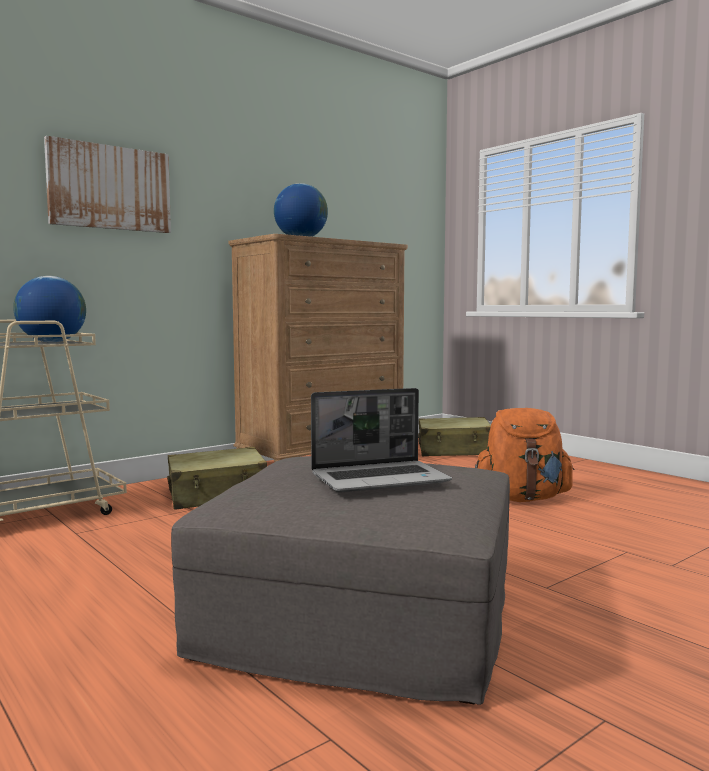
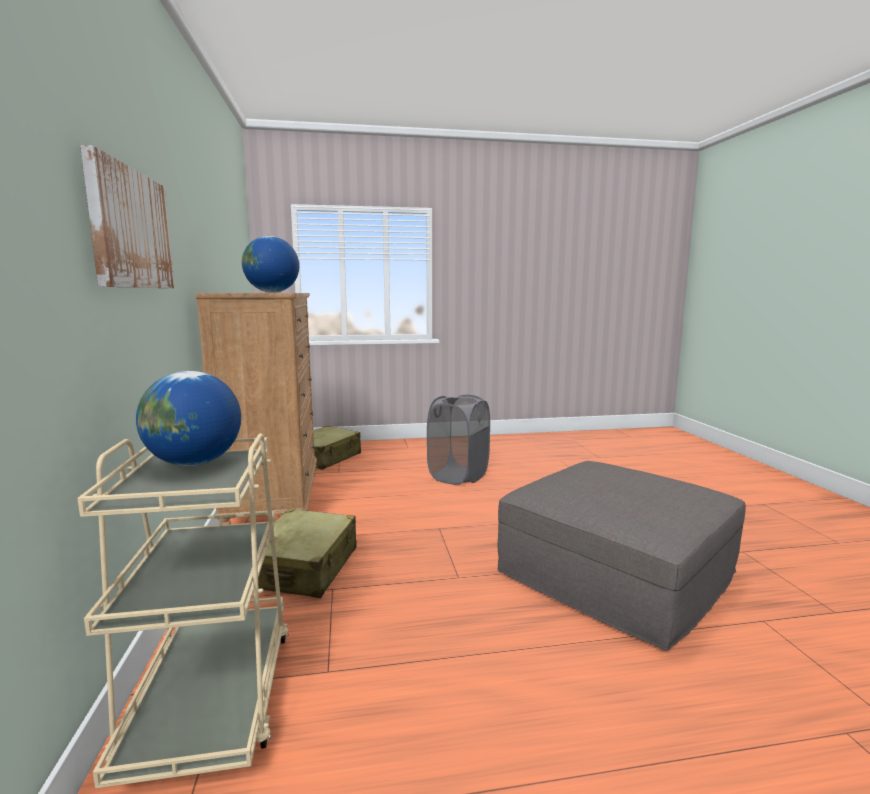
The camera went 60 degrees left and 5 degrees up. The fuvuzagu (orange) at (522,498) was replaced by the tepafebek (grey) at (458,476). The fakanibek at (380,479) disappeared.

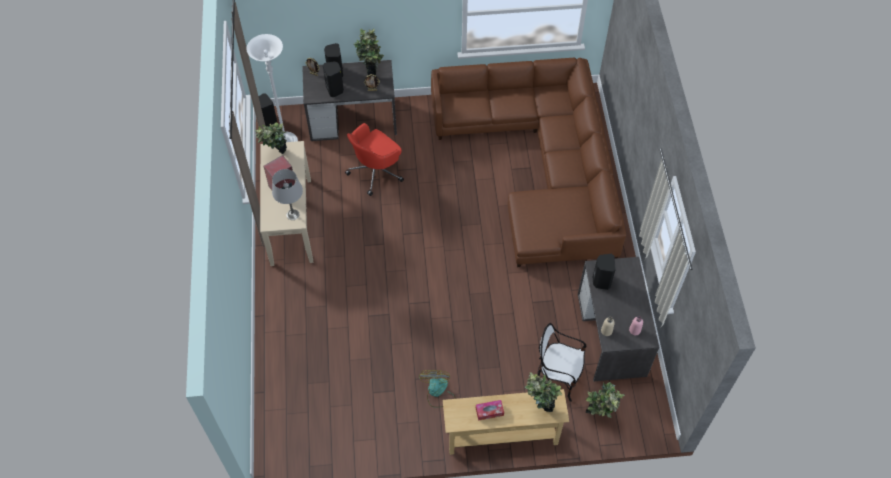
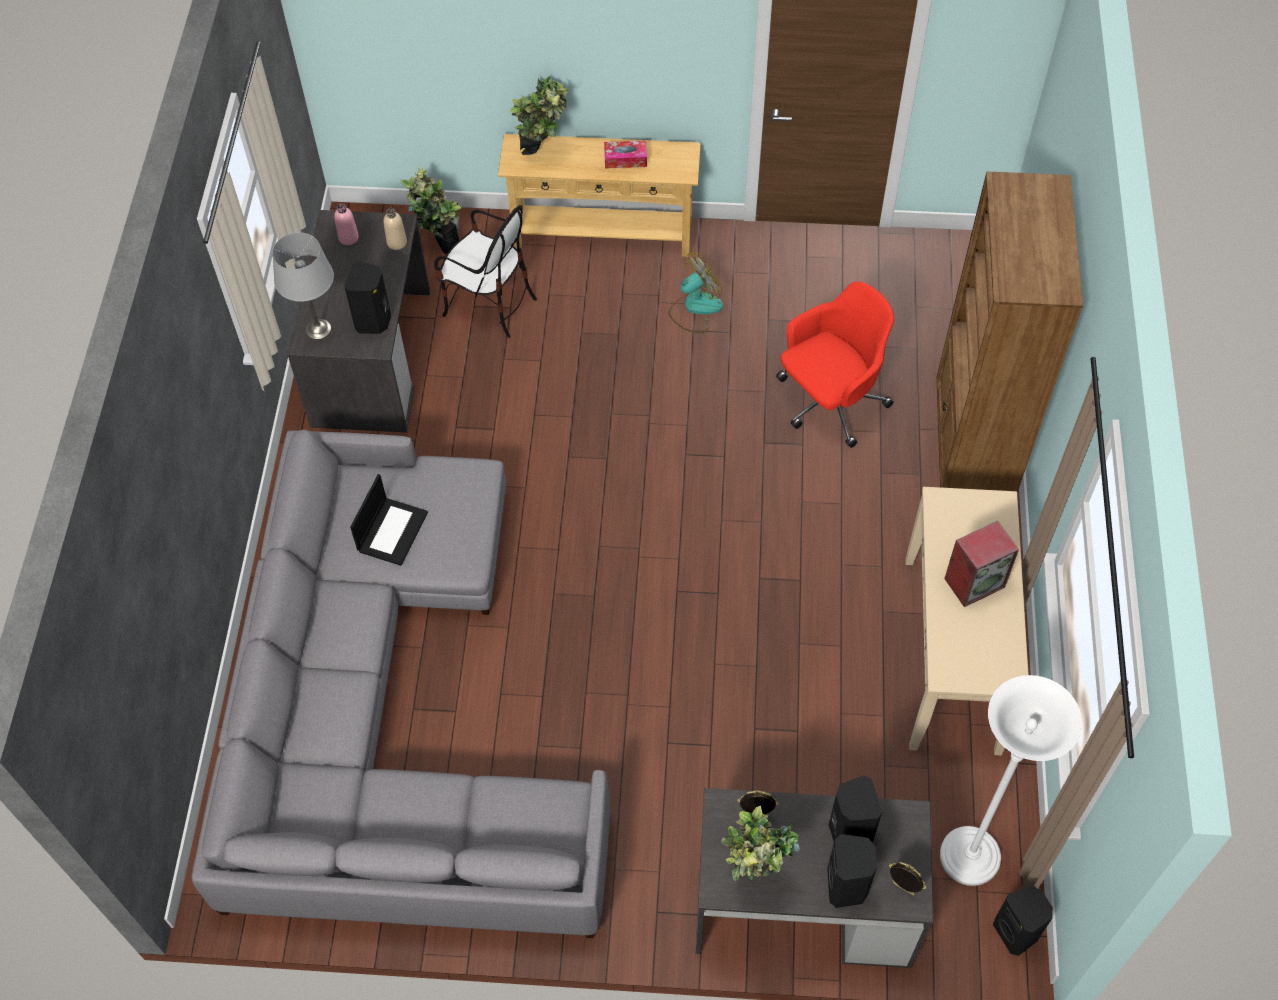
The camera went 170 degrees left and 0 degrees up. The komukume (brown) at (540,163) became the komukume (grey) at (387,715). The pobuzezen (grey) moved from (293,215) to (318,329). The fakanibek at (392,531) appeared. The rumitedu at (437,392) turned 135 degrees counterclockwise. The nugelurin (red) moved from (376,171) to (829,402). The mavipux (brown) at (971,448) appeared. The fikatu at (277,156) disappeared.

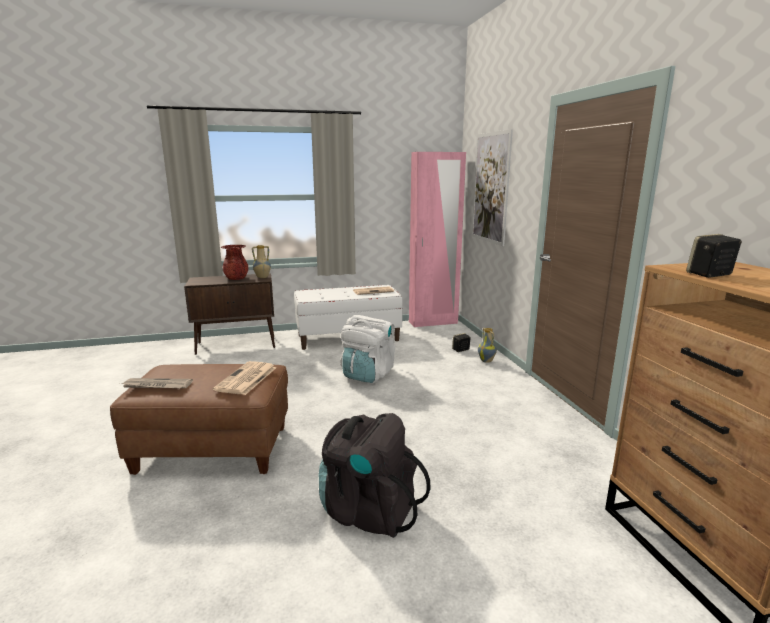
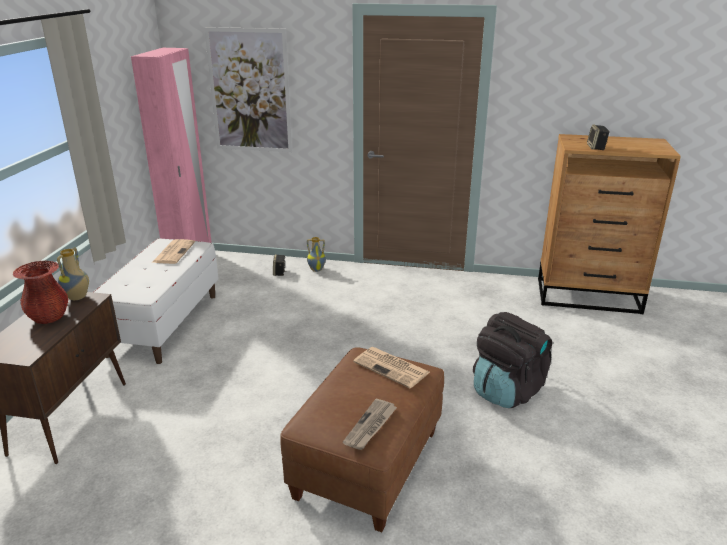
The camera went 65 degrees left and 10 degrees up. The fuvuzagu (white) at (367,374) disappeared.

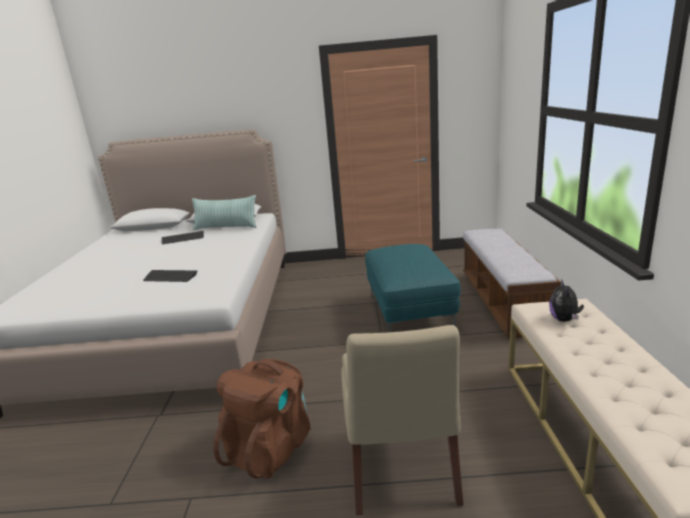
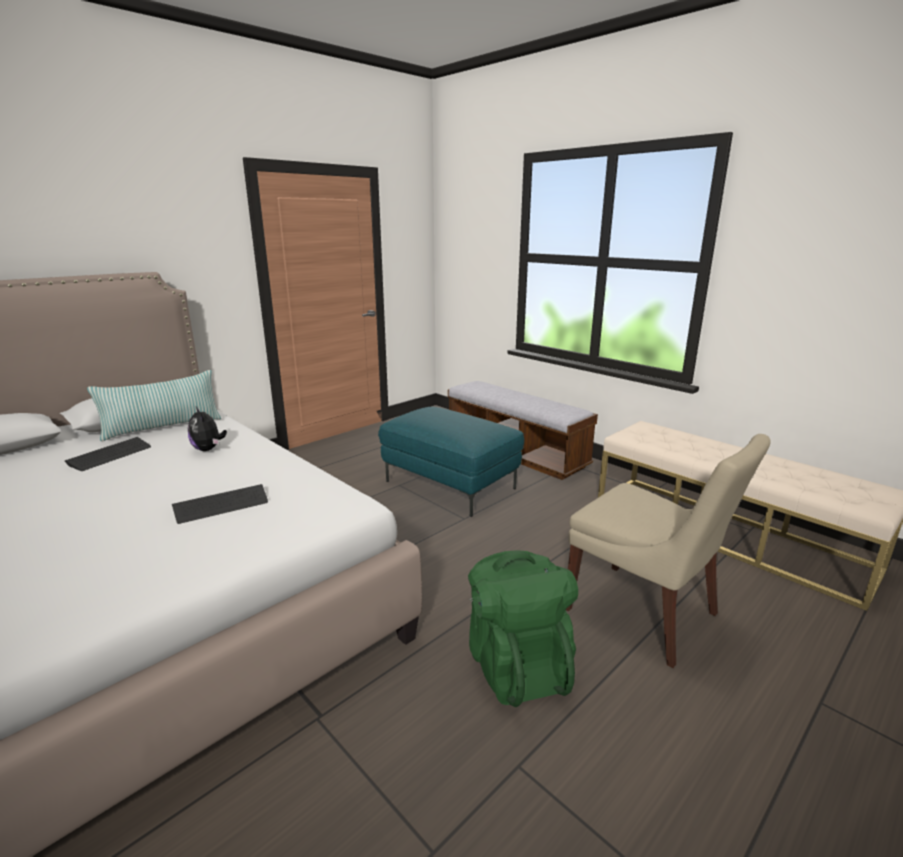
The camera went 45 degrees left and 0 degrees up. The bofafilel moved from (564,319) to (208,449). The fuvuzagu (brown) at (270,447) became the fuvuzagu (green) at (516,664).

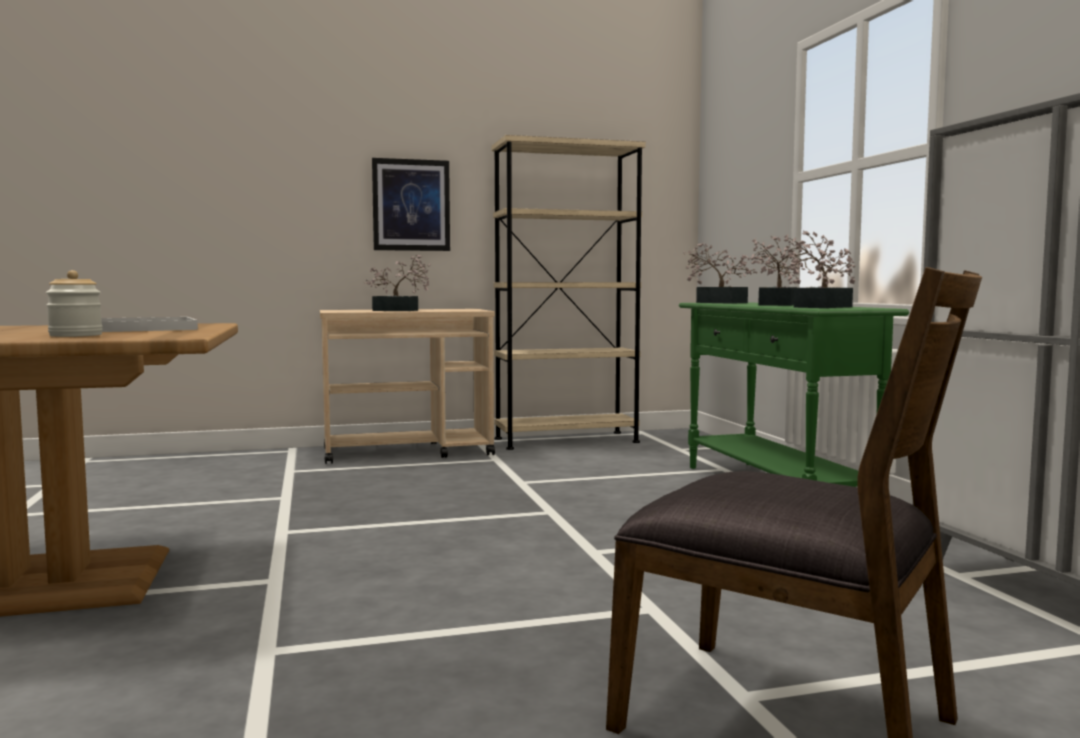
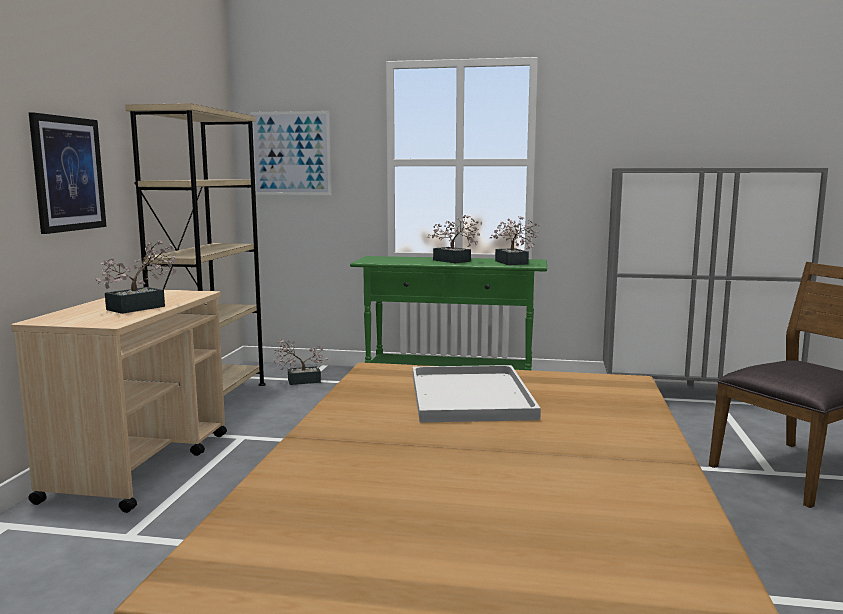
The camera went 65 degrees left and 5 degrees up. The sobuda at (291,153) appeared. The fikatu moved from (717,302) to (299,381). The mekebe at (76,335) disappeared.

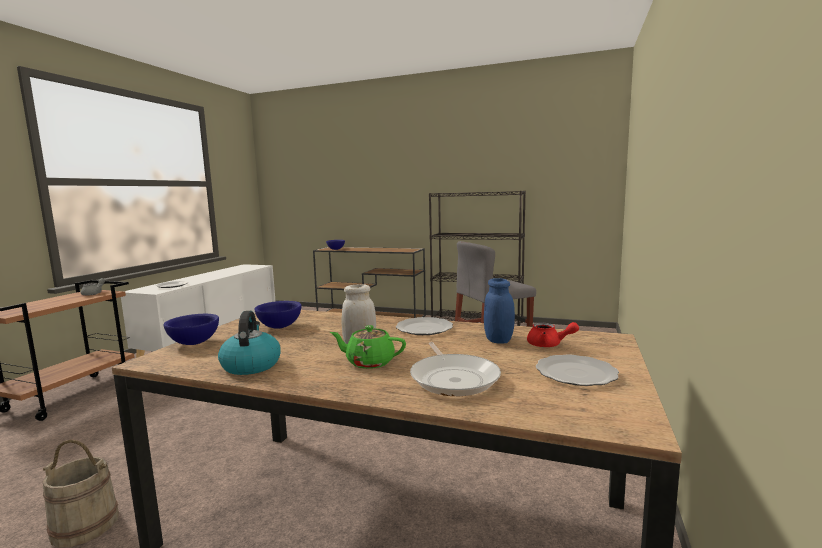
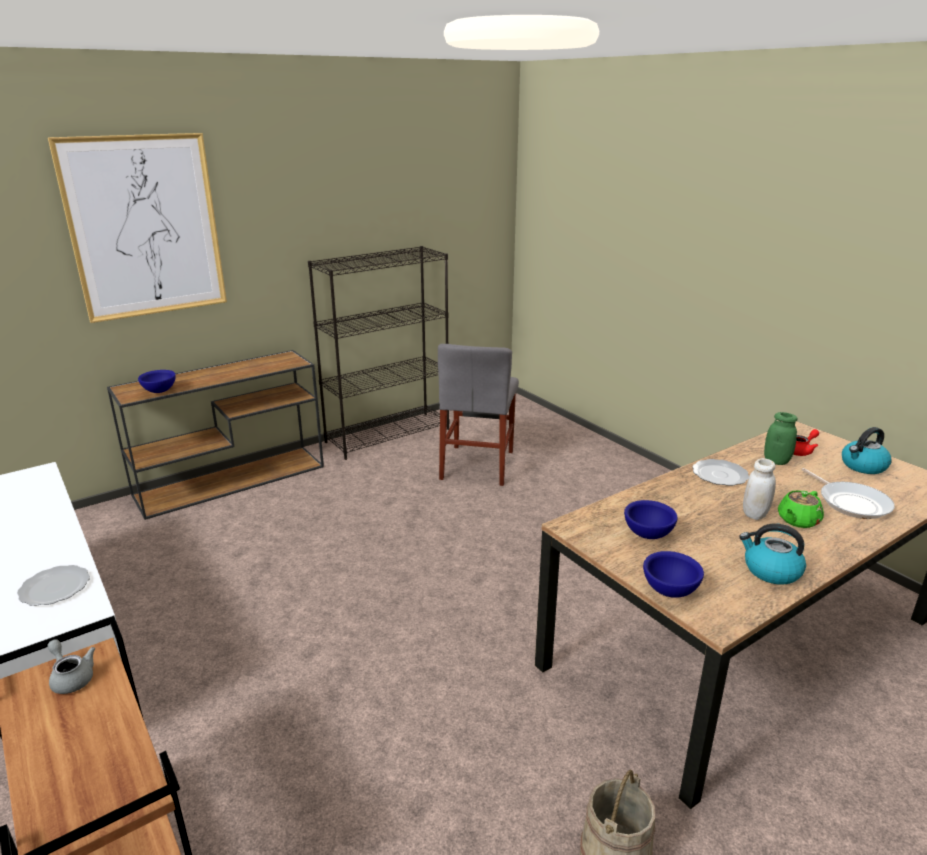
The camera went 55 degrees left and 15 degrees up. The sobuda at (145,227) appeared. The mekebe (blue) at (498,340) became the mekebe (green) at (776,461). The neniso at (453,378) turned 45 degrees clockwise. The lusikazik at (576,374) was replaced by the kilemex at (863,466).

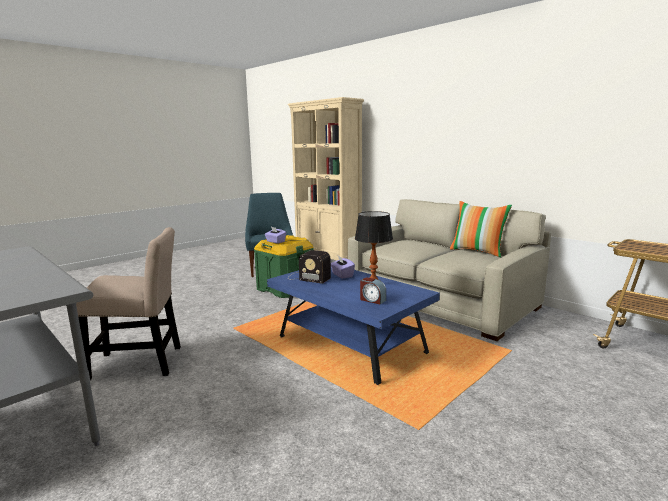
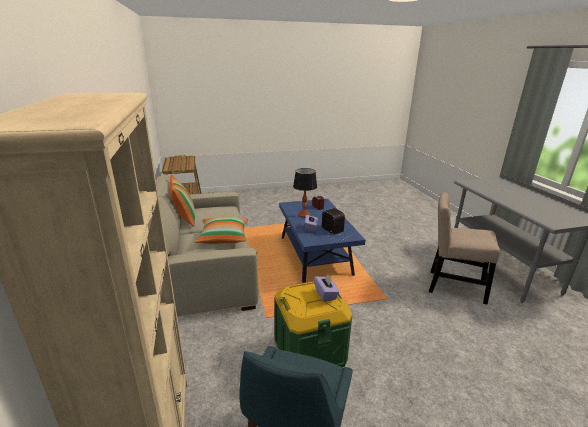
The camera went 150 degrees left and 10 degrees up. The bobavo at (223,237) appeared.

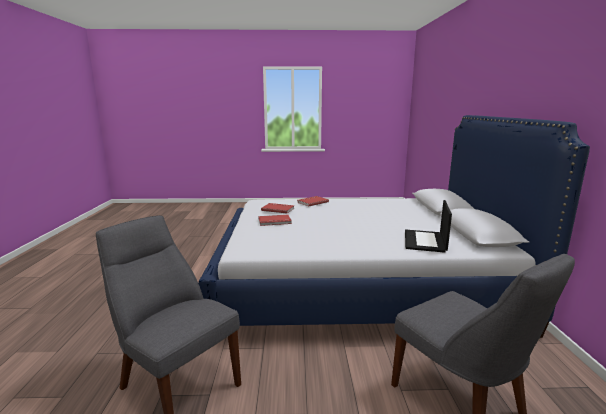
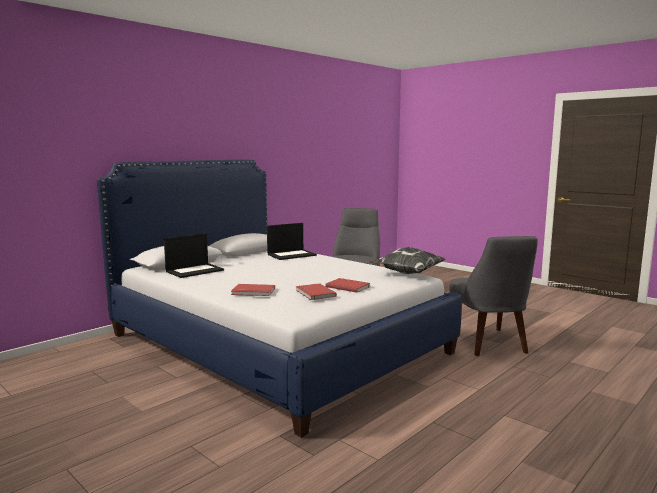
The camera went 135 degrees left and 5 degrees down. The fakanibek at (195,270) appeared. The bobavo at (406,274) appeared.

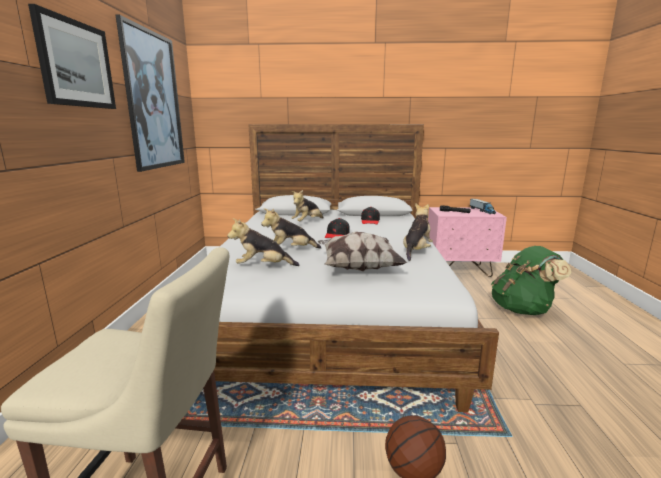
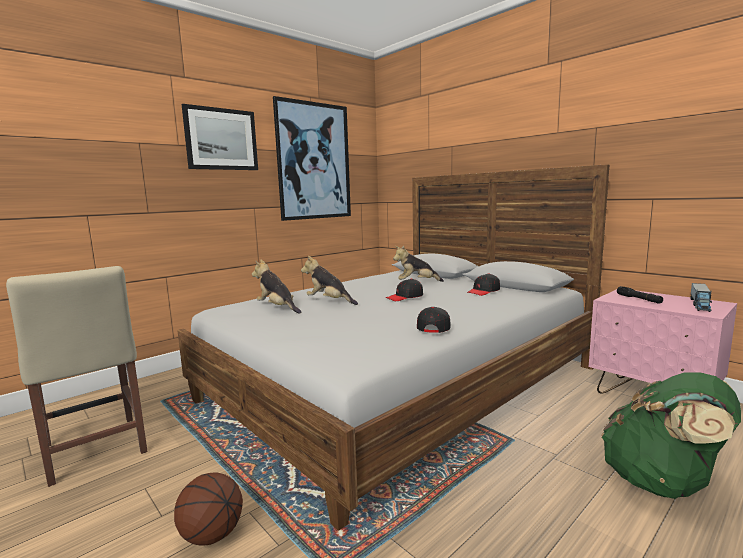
The camera went 45 degrees right and 5 degrees down. The bofafilel at (416,251) was replaced by the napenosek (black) at (434,327). The bobavo at (358,268) disappeared.

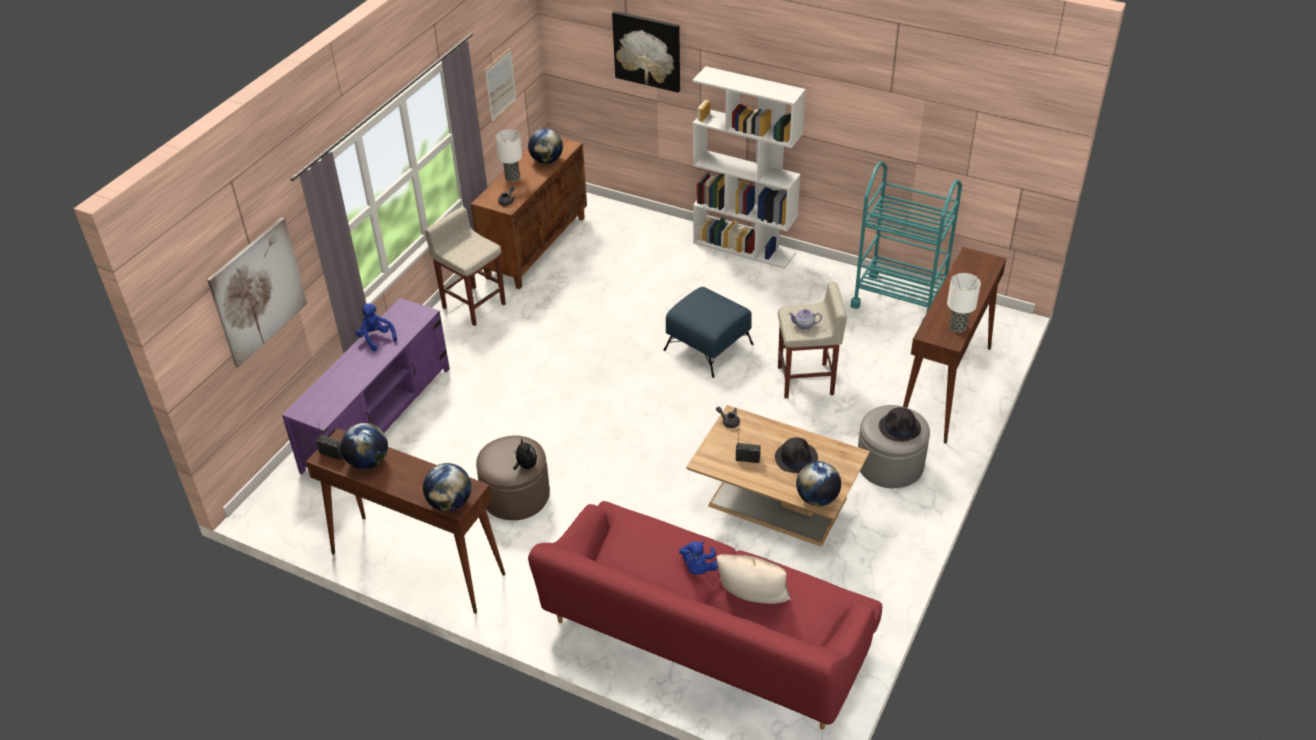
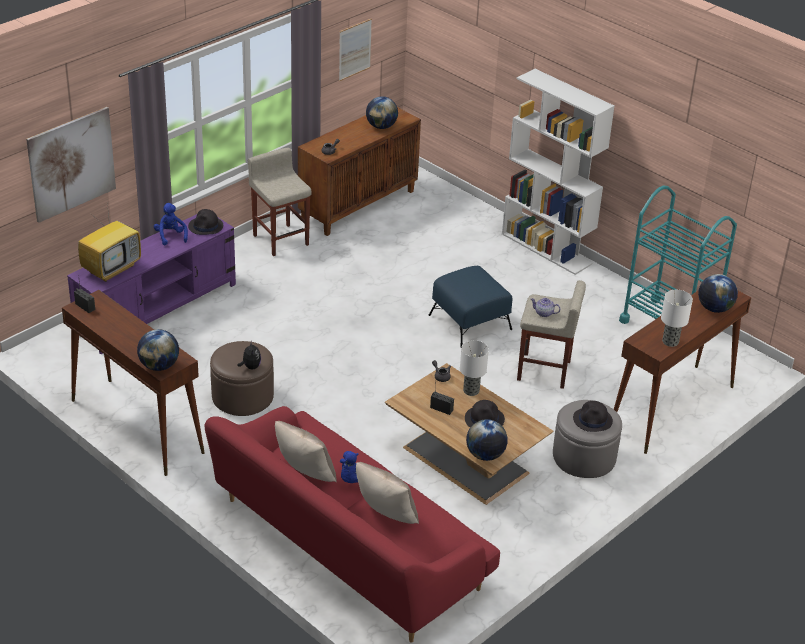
The camera went 15 degrees right and 5 degrees down. The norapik at (112,268) appeared. The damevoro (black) at (206,226) appeared. The bobavo (beige) at (305,473) appeared. The pobuzezen moved from (513,178) to (471,391). The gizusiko moved from (368,462) to (714,308). The sobuda at (647,50) disappeared.

